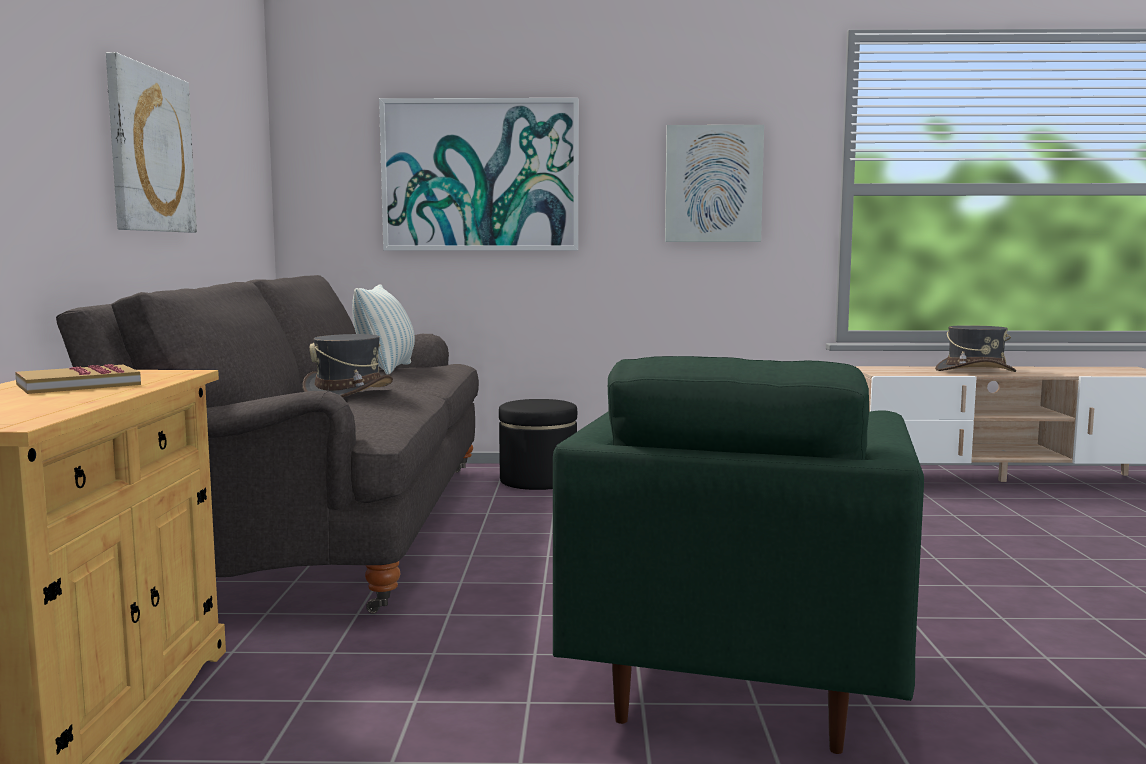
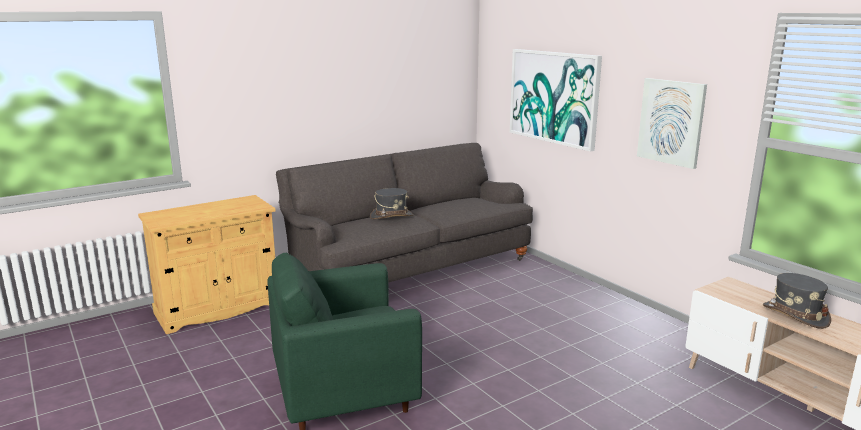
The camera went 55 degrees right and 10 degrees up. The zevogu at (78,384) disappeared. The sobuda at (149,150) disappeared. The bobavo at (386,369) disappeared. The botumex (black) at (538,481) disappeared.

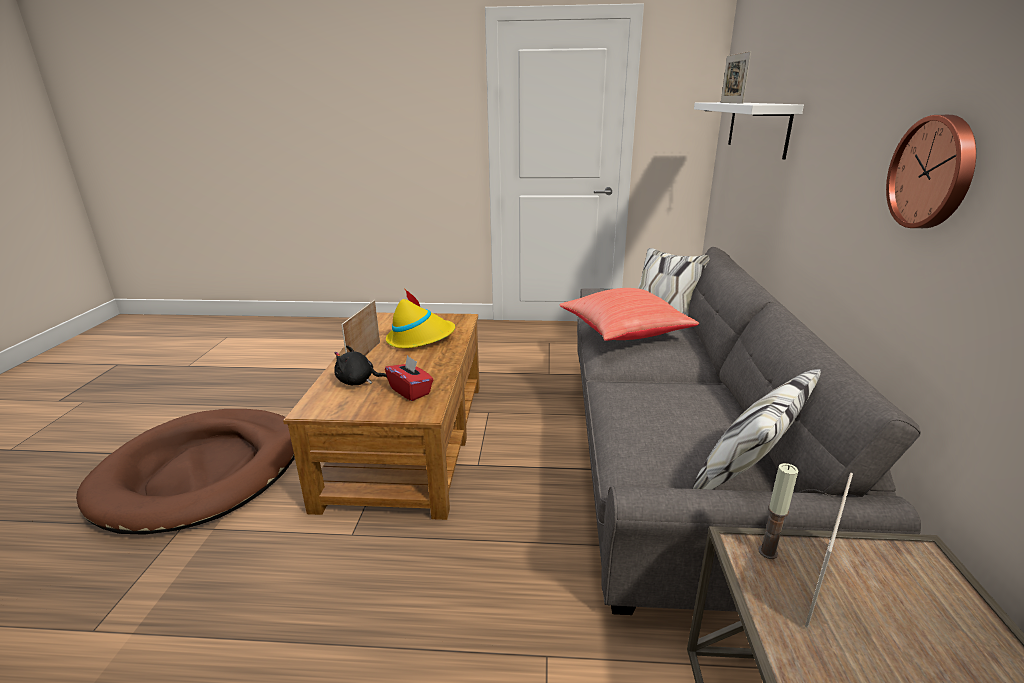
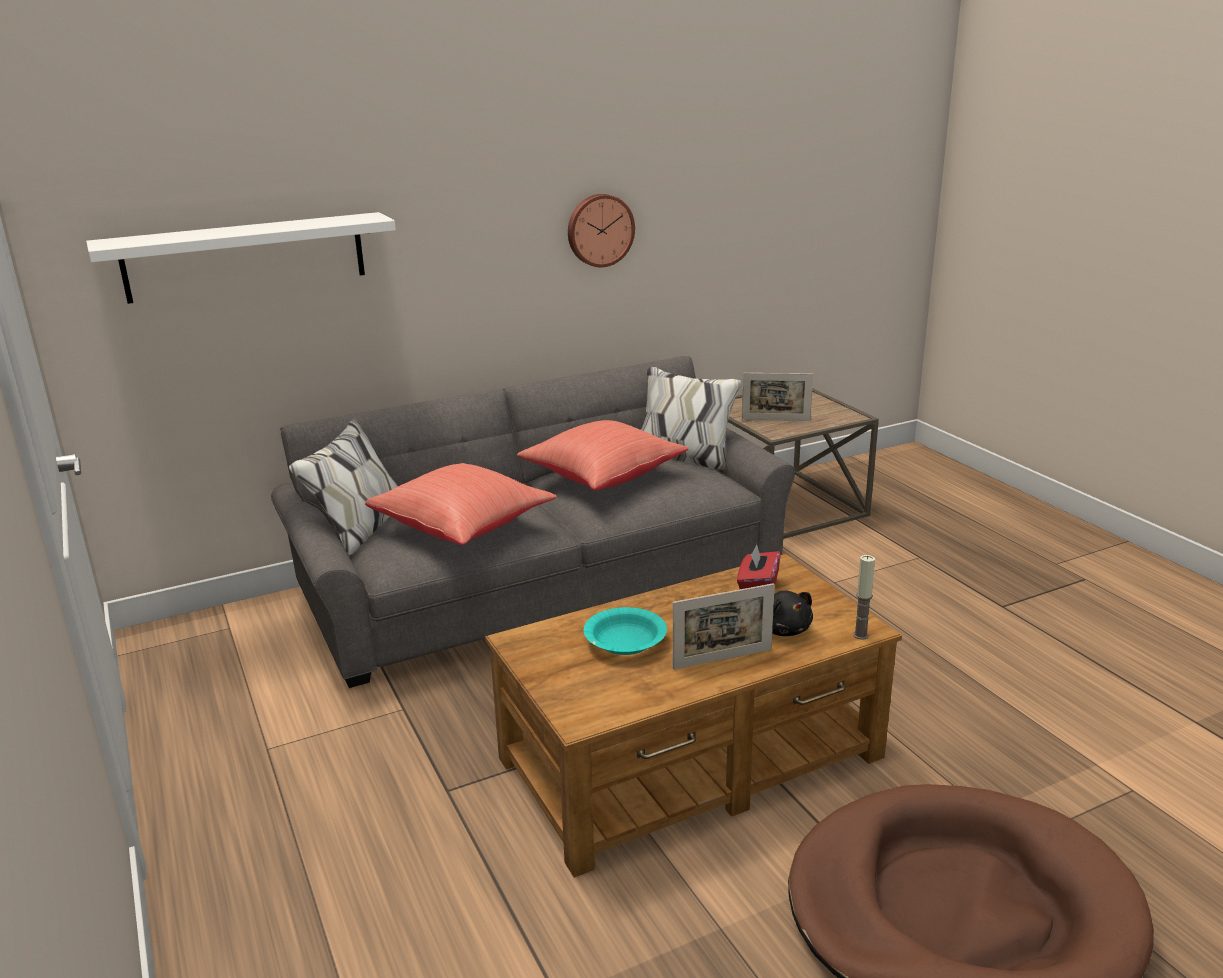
The camera went 120 degrees left and 0 degrees up. The bobavo (red) at (602,476) appeared. The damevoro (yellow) at (420,338) was replaced by the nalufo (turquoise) at (625,642). The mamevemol moved from (768,552) to (860,635). The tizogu at (731,103) disappeared.

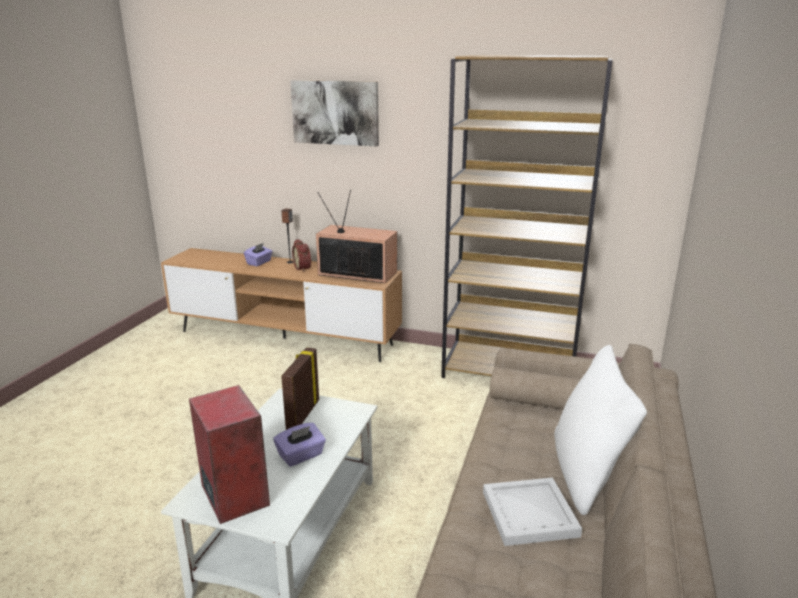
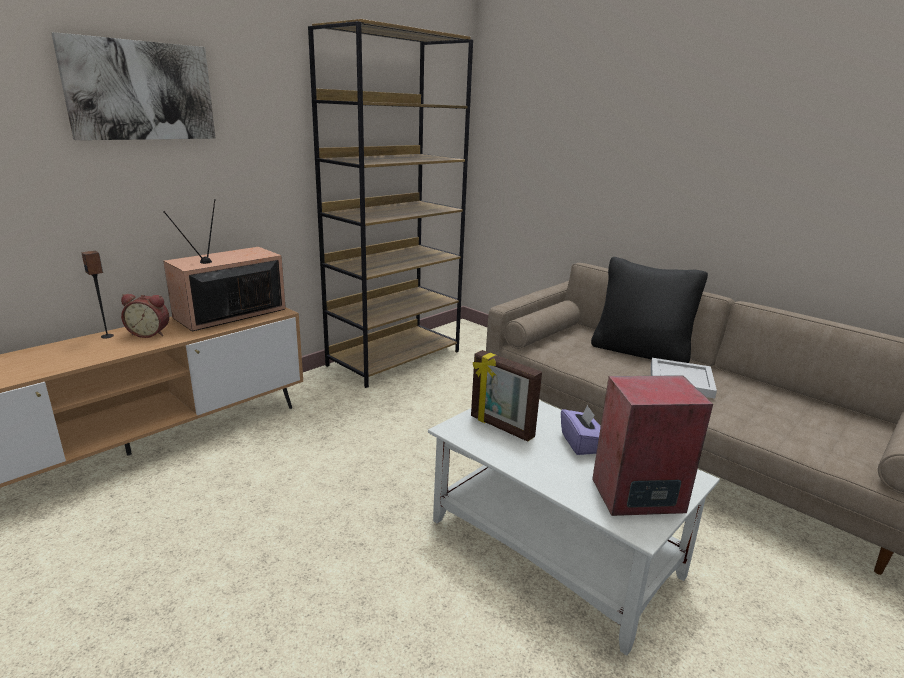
The camera went 65 degrees left and 0 degrees up. The bobavo (white) at (587,474) became the bobavo (black) at (640,351). The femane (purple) at (259,263) disappeared.

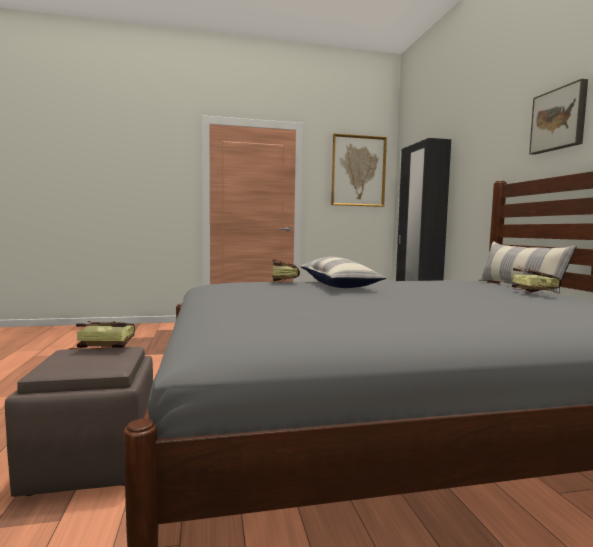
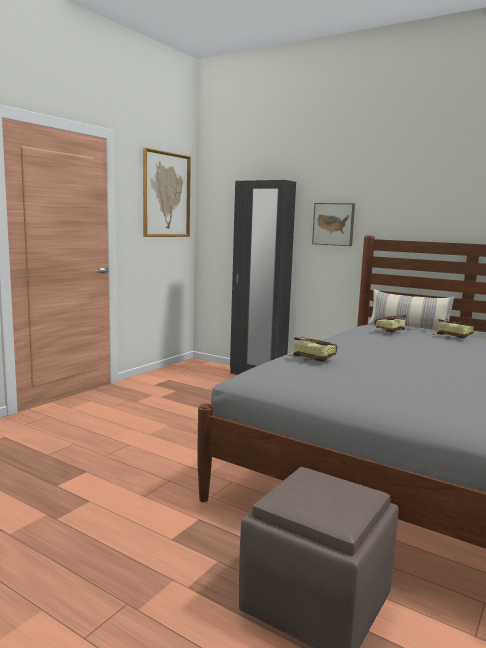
The camera went 45 degrees left and 5 degrees up. The sobuda moved from (559,119) to (334,224). The zevogu moved from (101,347) to (388,332). The bobavo at (338,285) disappeared.

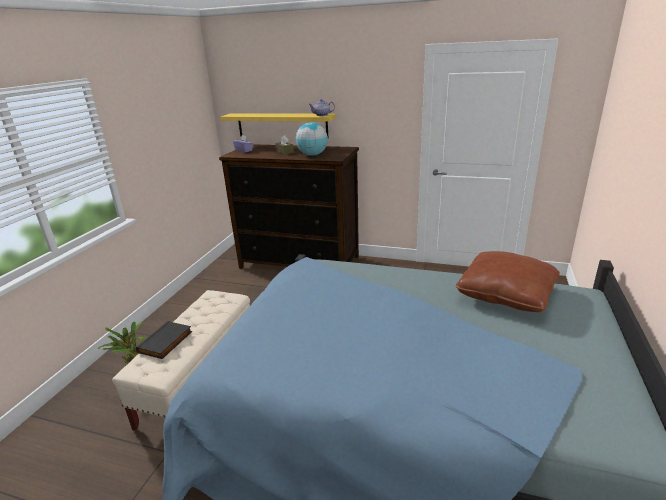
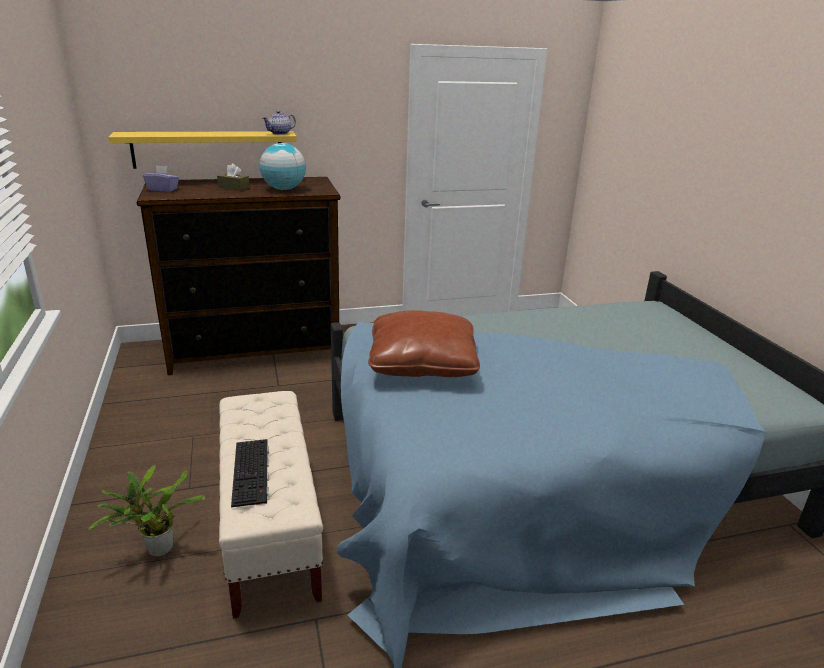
The camera went 35 degrees left and 0 degrees up. The zevogu (black) at (166,342) was replaced by the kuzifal at (252,472). The bobavo (brown) moved from (505,294) to (422,363).

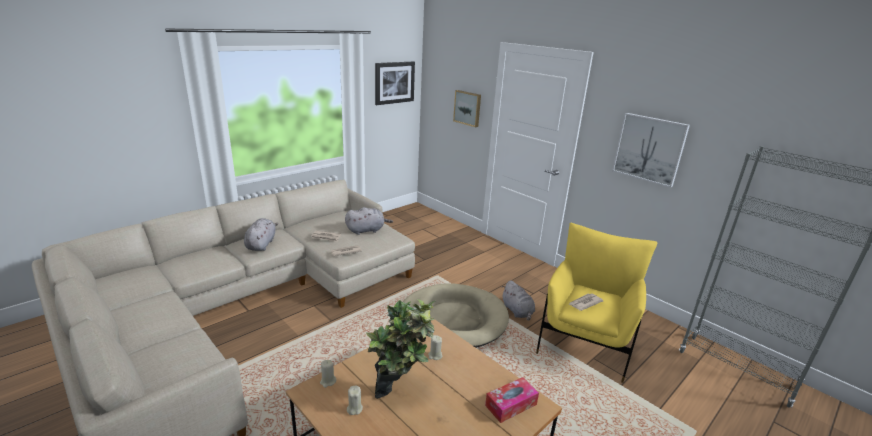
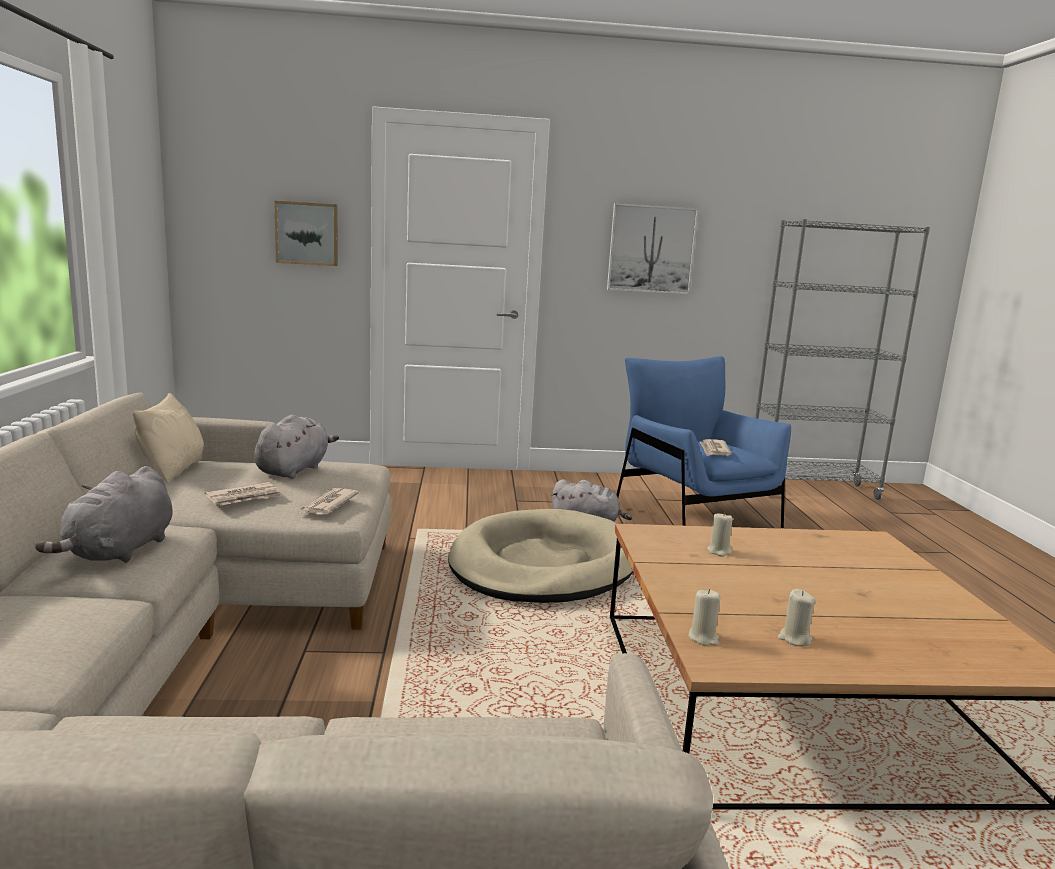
The camera went 50 degrees left and 10 degrees down. The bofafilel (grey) at (261,244) turned 120 degrees counterclockwise. The bobavo (beige) at (173,470) appeared. The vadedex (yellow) at (585,341) became the vadedex (blue) at (694,520). The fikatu at (400,393) disappeared. The sobuda at (394,82) disappeared. The femane at (511,405) disappeared.

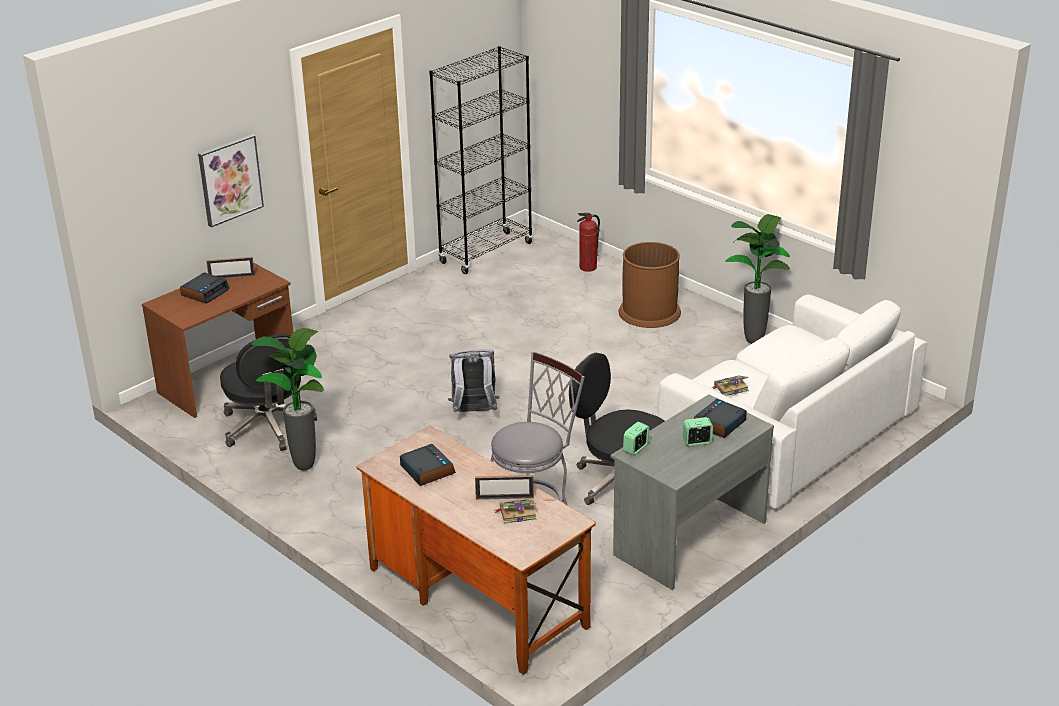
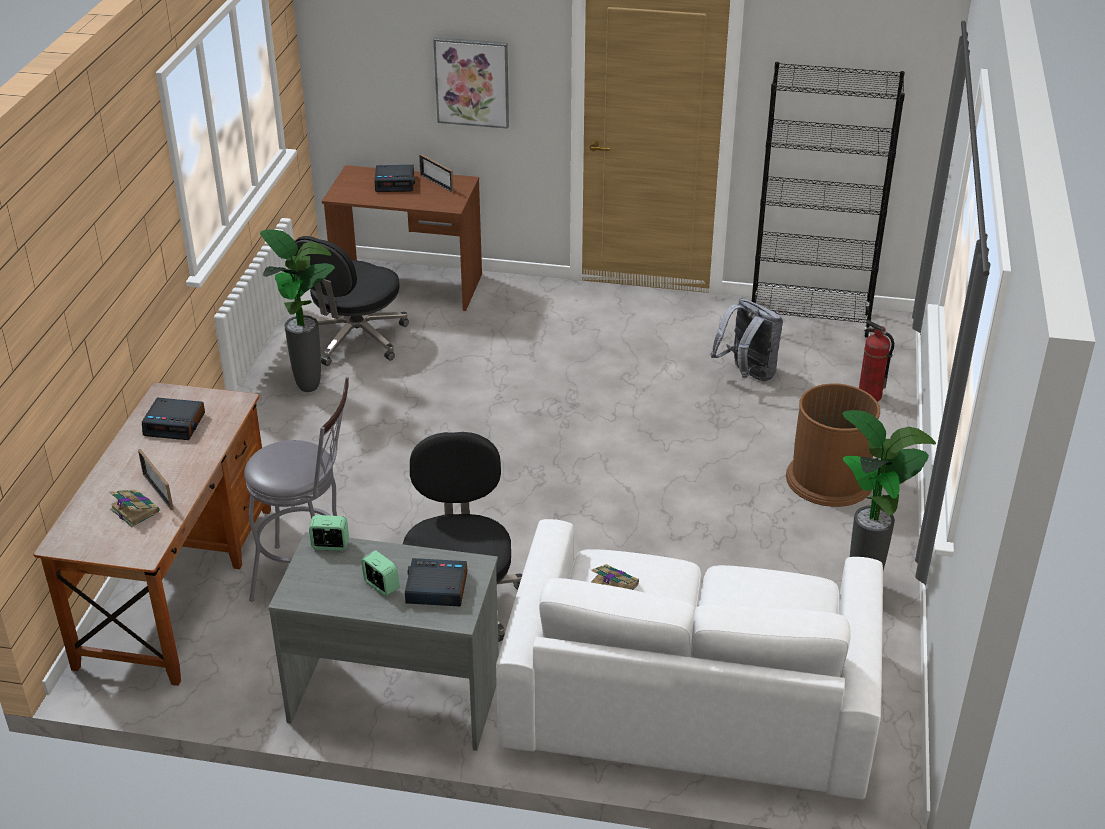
The camera went 55 degrees right and 5 degrees up. The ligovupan at (426,470) turned 75 degrees clockwise. The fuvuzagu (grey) moved from (474,412) to (747,374).

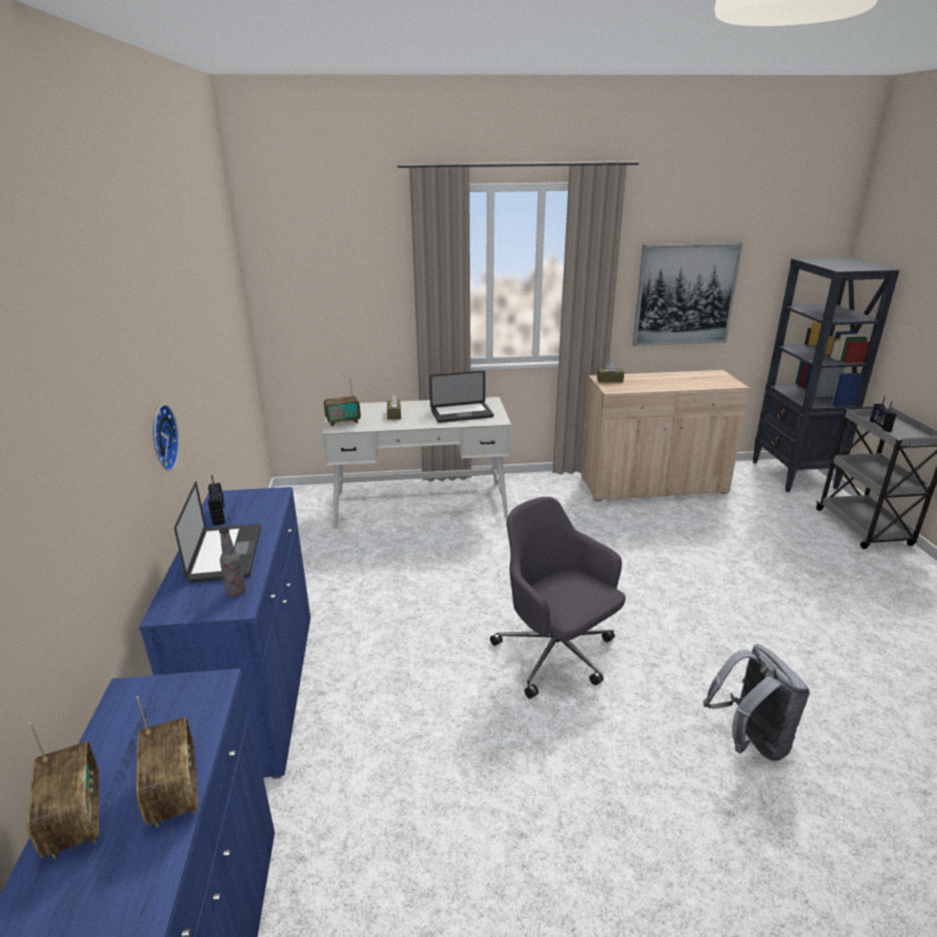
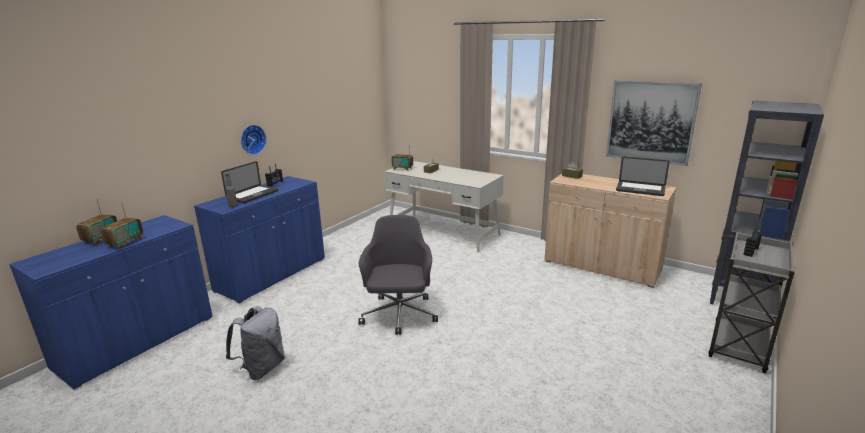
The camera went 40 degrees right and 5 degrees down. The fuvuzagu (grey) moved from (749,740) to (262,368). The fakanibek moved from (461,414) to (640,189).

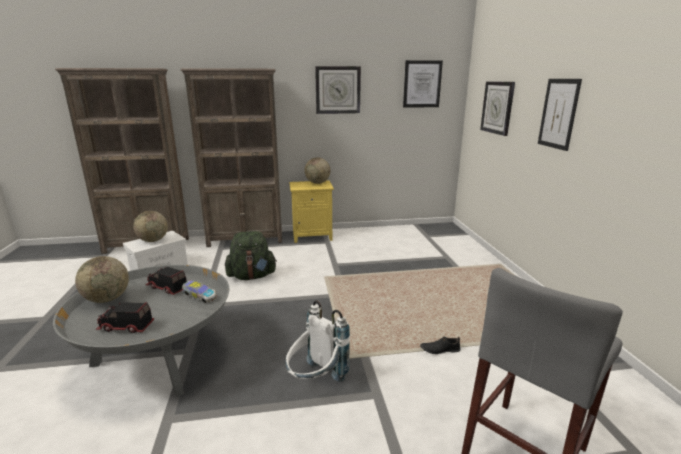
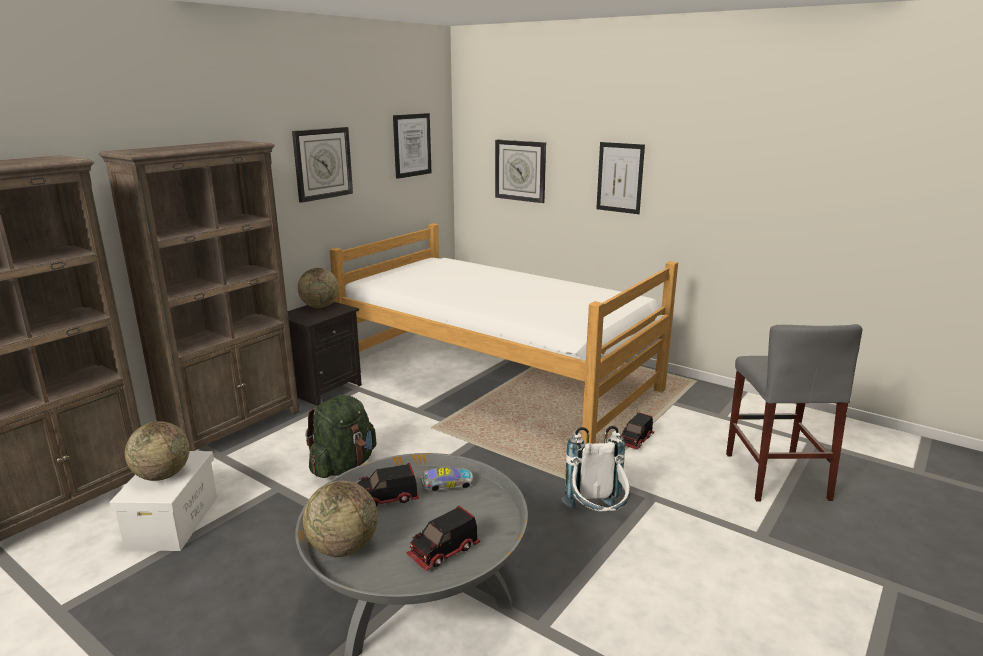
The camera went 45 degrees left and 0 degrees up. The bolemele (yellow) at (312,236) became the bolemele (black) at (324,388). The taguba at (497,379) appeared. The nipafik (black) at (440,349) was replaced by the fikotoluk at (636,440).

